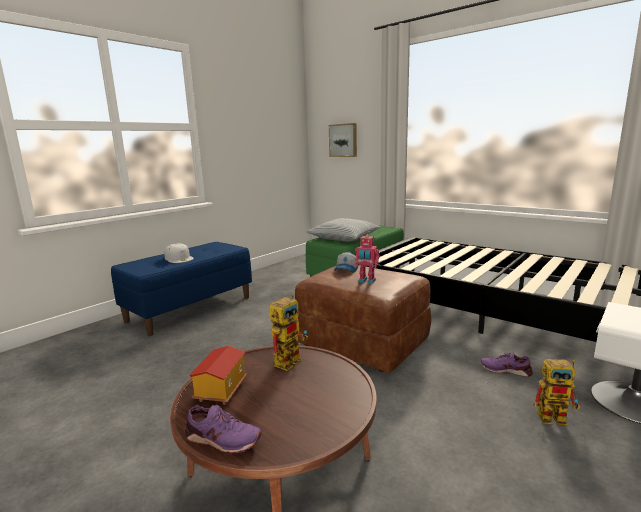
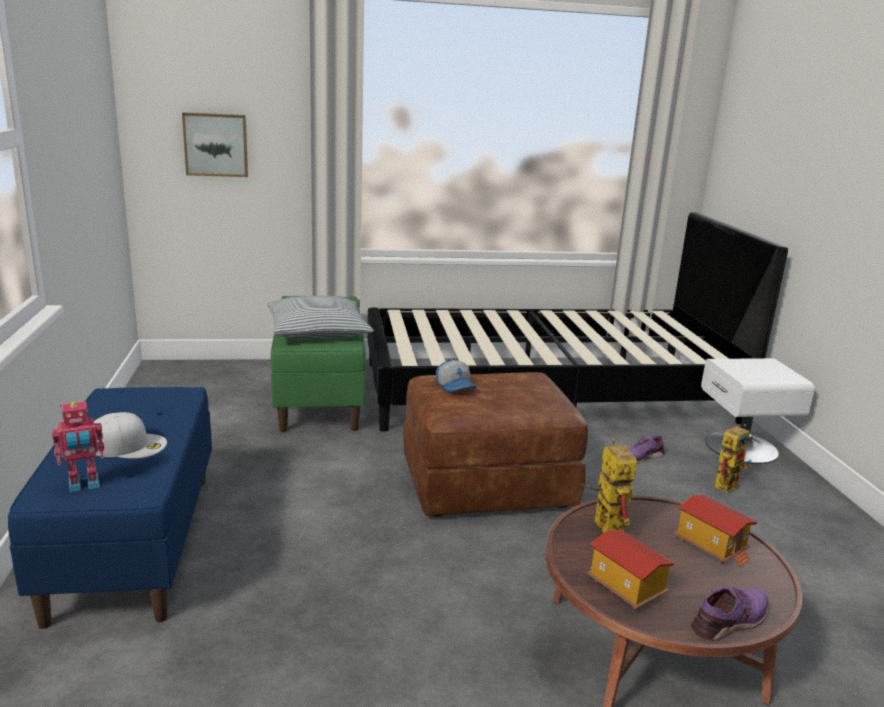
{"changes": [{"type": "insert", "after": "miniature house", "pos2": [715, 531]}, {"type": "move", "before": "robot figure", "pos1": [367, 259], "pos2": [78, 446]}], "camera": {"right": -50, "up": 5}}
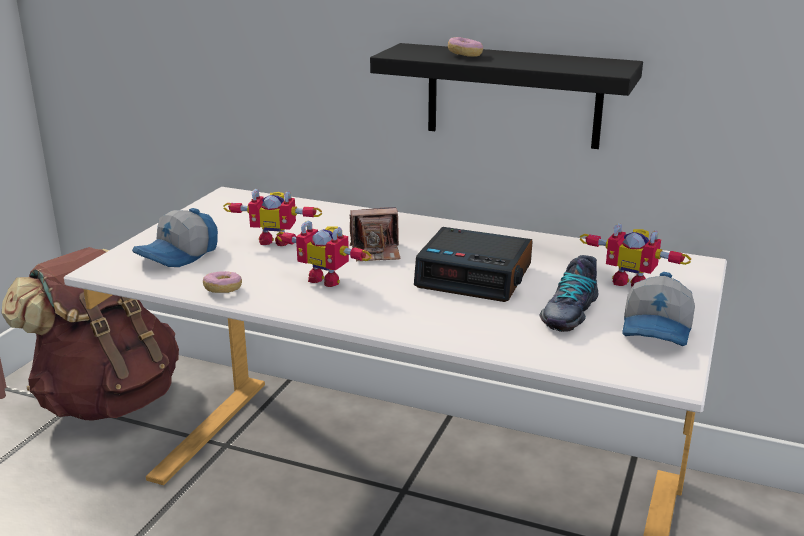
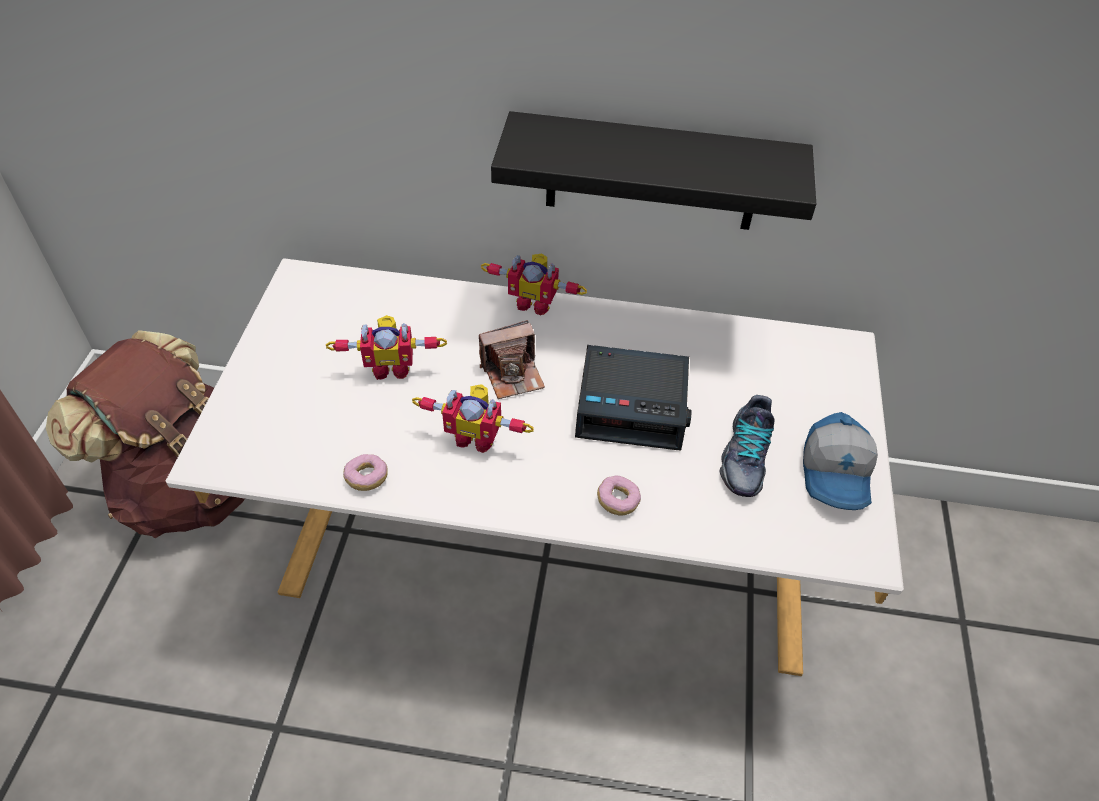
{"changes": [{"type": "delete", "before": "peaked cap", "pos1": [175, 237]}, {"type": "move", "before": "donut", "pos1": [465, 47], "pos2": [619, 495]}, {"type": "move", "before": "robot figure", "pos1": [635, 255], "pos2": [534, 284]}], "camera": {"right": -15, "up": 25}}
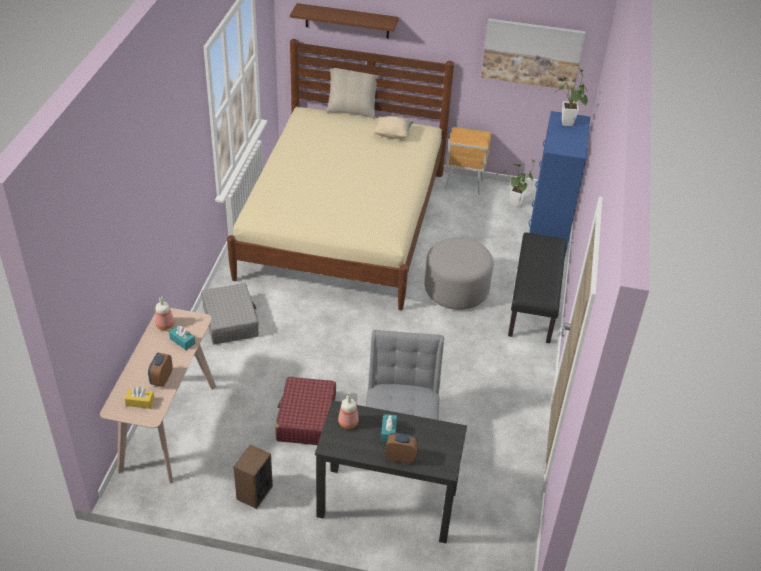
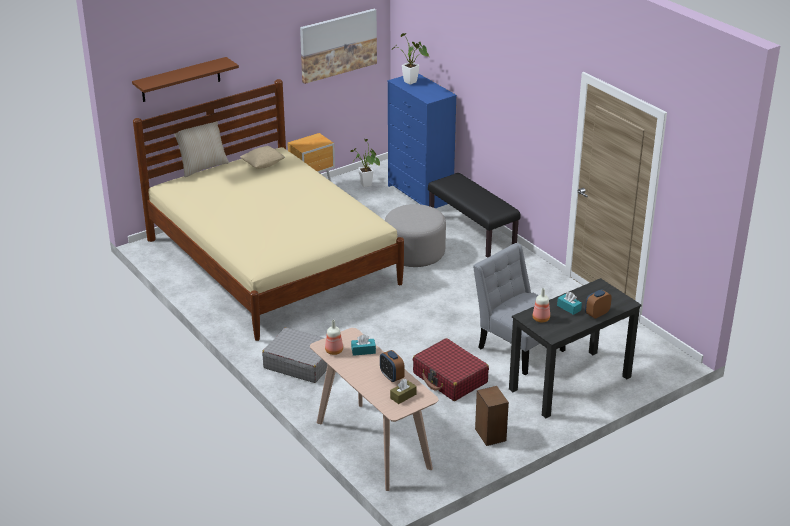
{"changes": [{"type": "recolor", "before": "yellowish tissue box", "after": "brown-coloured tissue box", "pos1": [139, 398], "pos2": [403, 391]}], "camera": {"right": -45, "up": -10}}
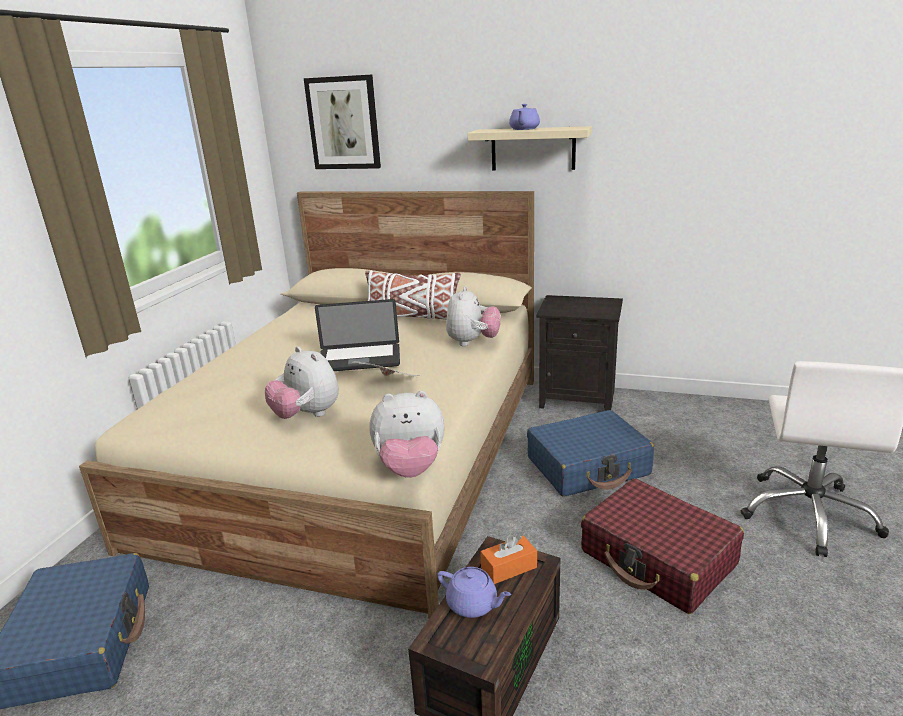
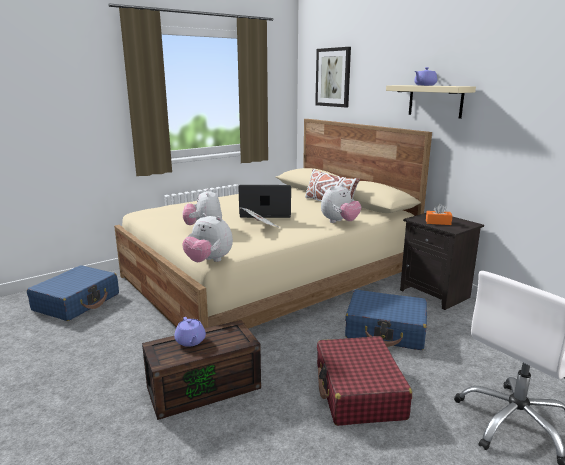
{"changes": [{"type": "move", "before": "orange tissue box", "pos1": [508, 559], "pos2": [439, 214]}, {"type": "rotate", "before": "portable computer", "pos1": [357, 335], "pos2": [264, 201], "turn": 150}], "camera": {"right": 35, "up": -5}}
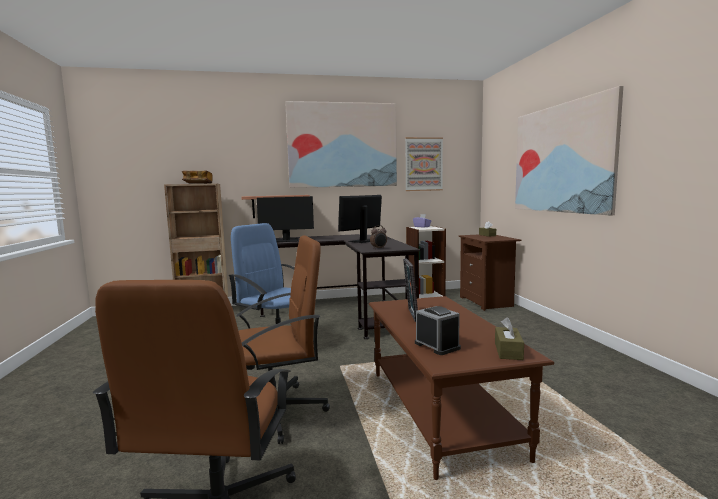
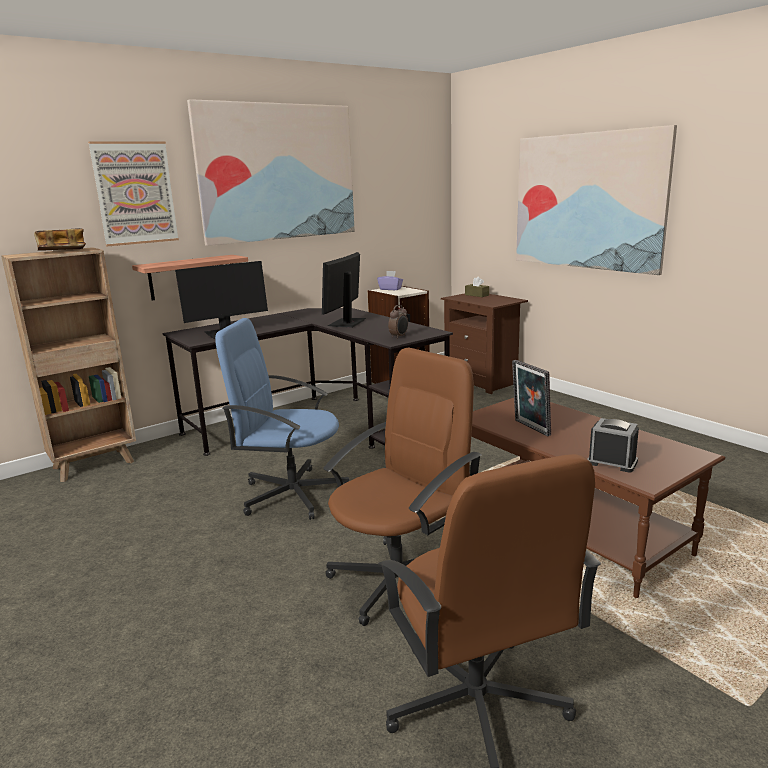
{"changes": [{"type": "delete", "before": "brown-coloured tissue box", "pos1": [509, 338]}, {"type": "move", "before": "wall picture", "pos1": [424, 164], "pos2": [133, 193]}], "camera": {"right": -25, "up": 10}}
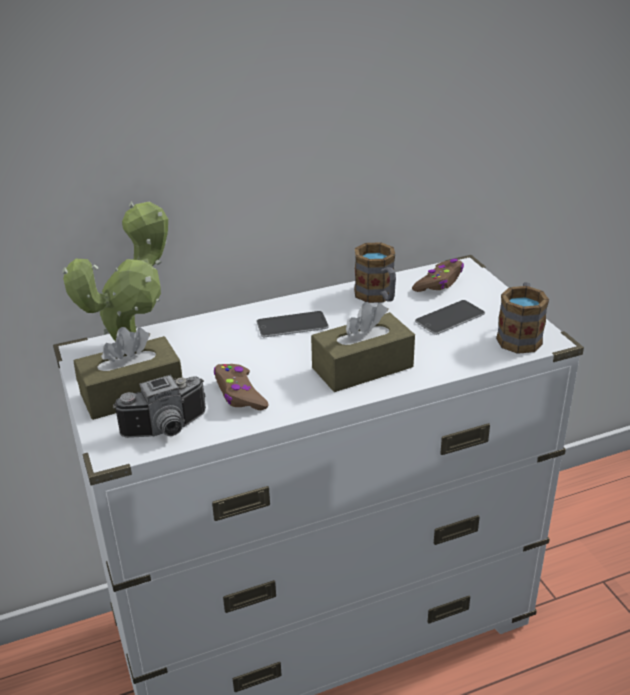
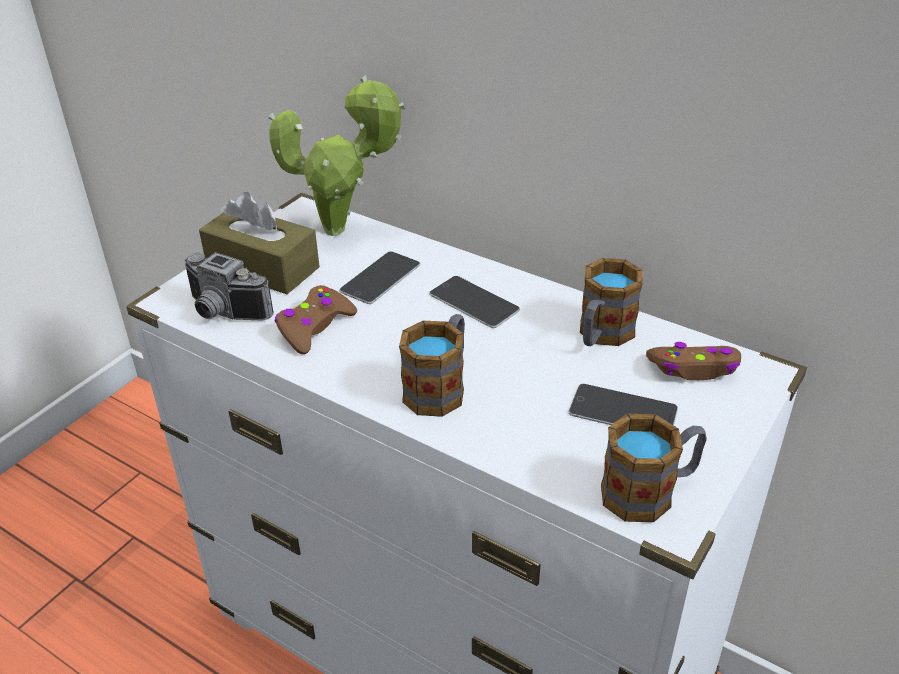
{"changes": [{"type": "insert", "after": "phone", "pos2": [379, 277]}, {"type": "replace", "before": "brown-coloured tissue box", "after": "mug", "pos1": [363, 347], "pos2": [432, 365]}], "camera": {"right": 55, "up": 5}}
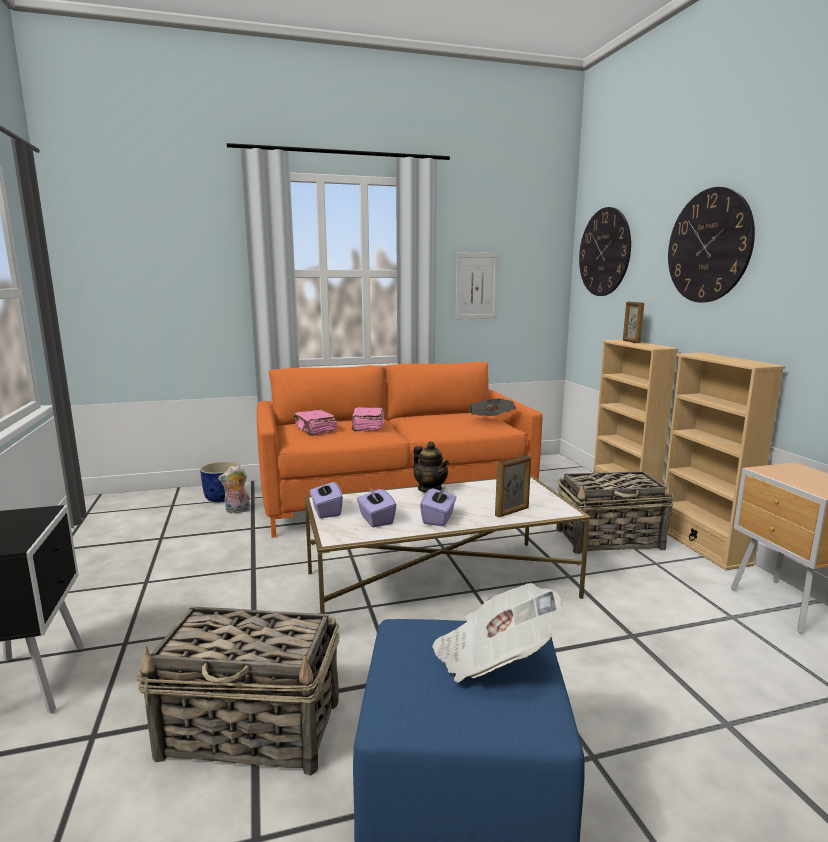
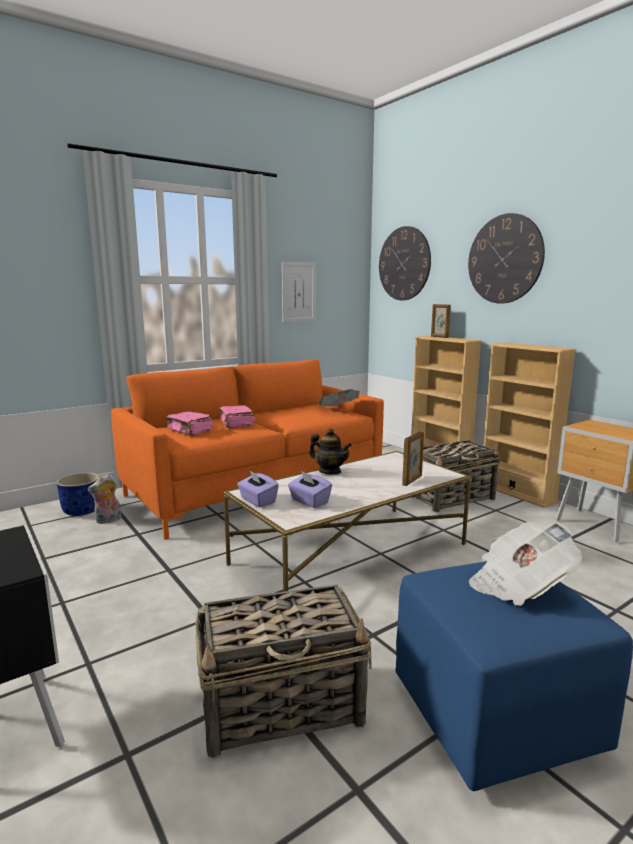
{"changes": [{"type": "delete", "before": "purple-coloured tissue box", "pos1": [438, 505]}], "camera": {"right": -20, "up": 0}}
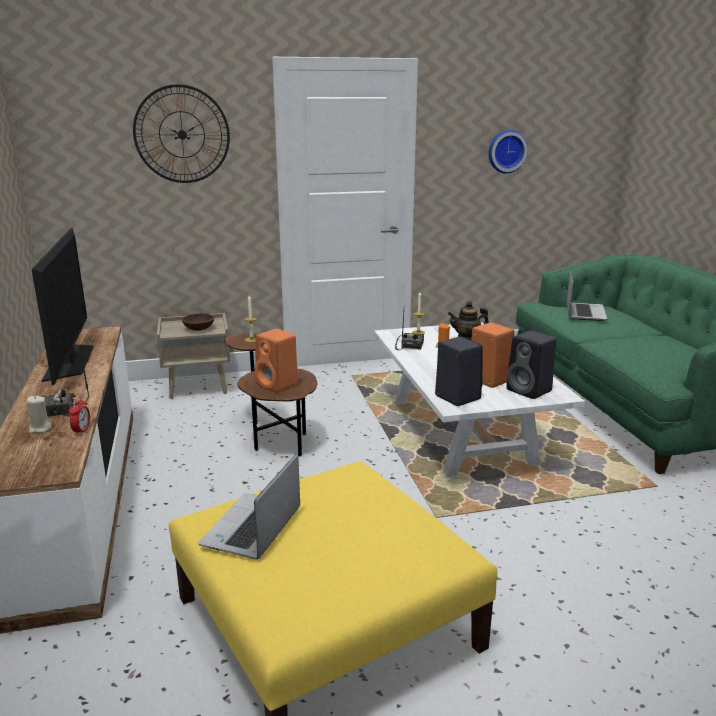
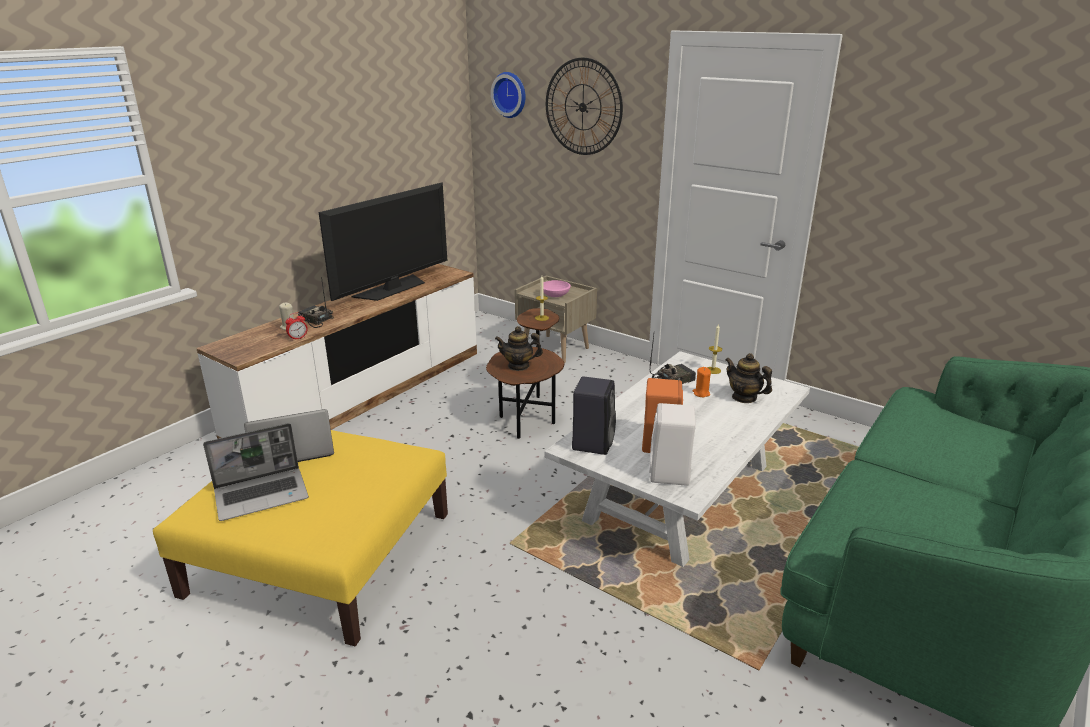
{"changes": [{"type": "move", "before": "clock on the wall", "pos1": [508, 152], "pos2": [508, 95]}, {"type": "move", "before": "portable computer", "pos1": [586, 296], "pos2": [256, 472]}, {"type": "replace", "before": "orange speaker", "after": "pot for tea", "pos1": [276, 361], "pos2": [519, 348]}, {"type": "recolor", "before": "brown-coloured bowl", "after": "pink-coloured bowl", "pos1": [198, 322], "pos2": [557, 288]}, {"type": "recolor", "before": "blackish speaker", "after": "white-coloured speaker", "pos1": [531, 365], "pos2": [672, 444]}], "camera": {"right": 50, "up": 5}}
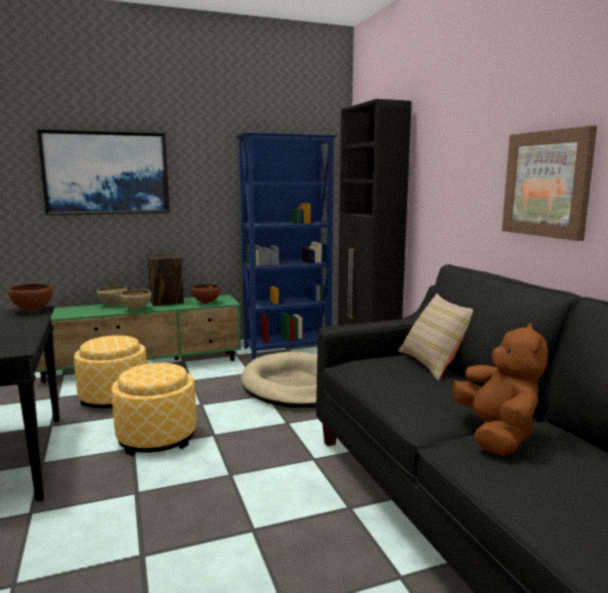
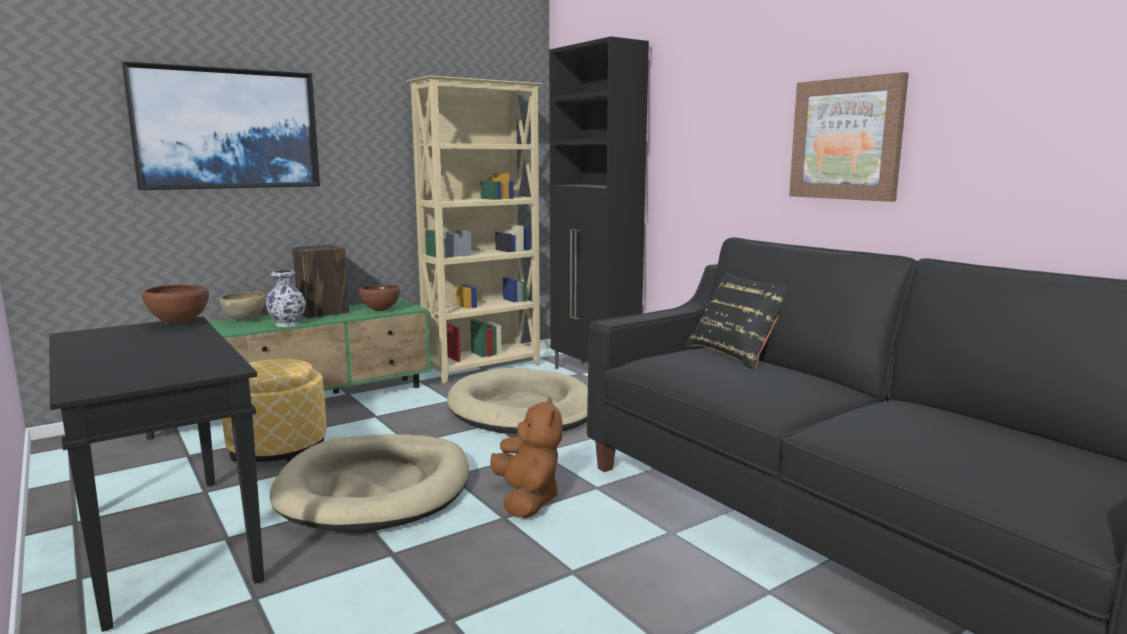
{"changes": [{"type": "move", "before": "brown-coloured soft toy", "pos1": [500, 389], "pos2": [526, 458]}, {"type": "replace", "before": "pouffe", "after": "beige dog cushion", "pos1": [154, 409], "pos2": [369, 483]}, {"type": "replace", "before": "brown-coloured bowl", "after": "flower vase", "pos1": [135, 299], "pos2": [286, 298]}, {"type": "recolor", "before": "blue bookcase", "after": "beige bookcase", "pos1": [287, 245], "pos2": [475, 229]}, {"type": "recolor", "before": "beige cushion", "after": "blackish cushion", "pos1": [435, 337], "pos2": [735, 321]}], "camera": {"right": -15, "up": 0}}
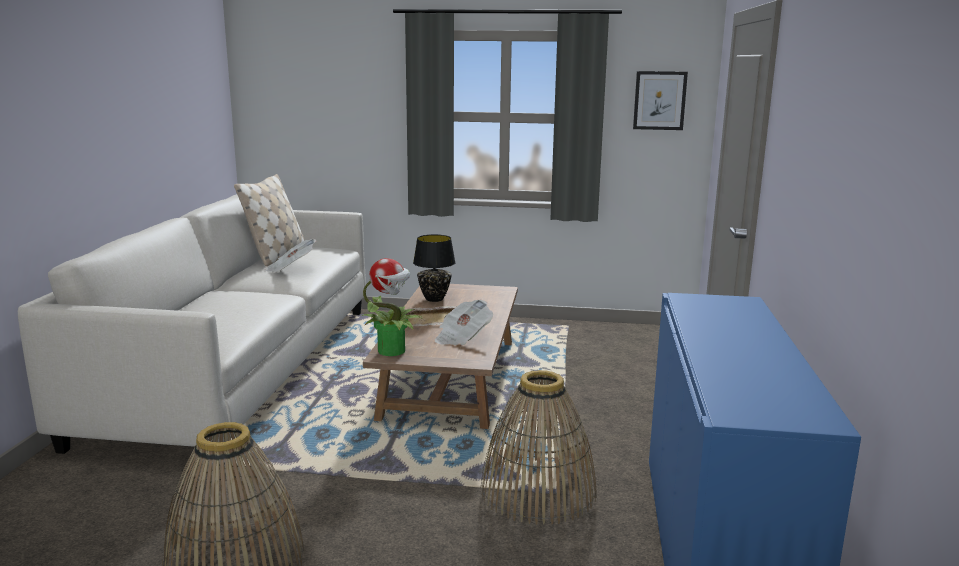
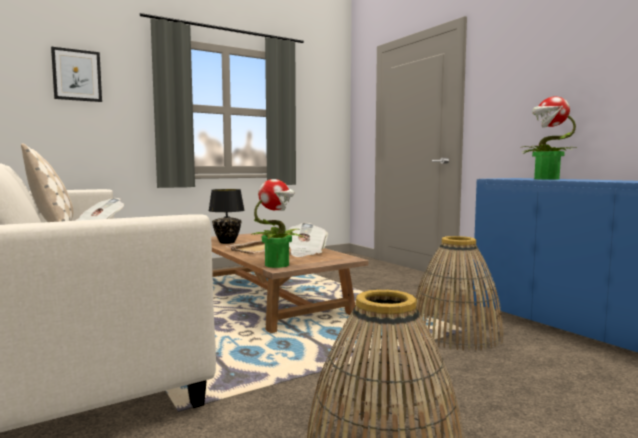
{"changes": [{"type": "insert", "after": "houseplant", "pos2": [548, 138]}, {"type": "move", "before": "wall picture", "pos1": [660, 100], "pos2": [76, 74]}], "camera": {"right": -40, "up": -10}}
